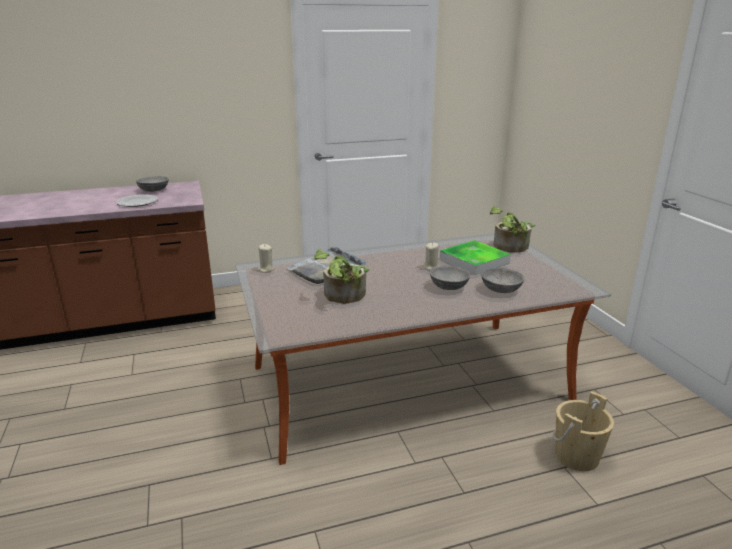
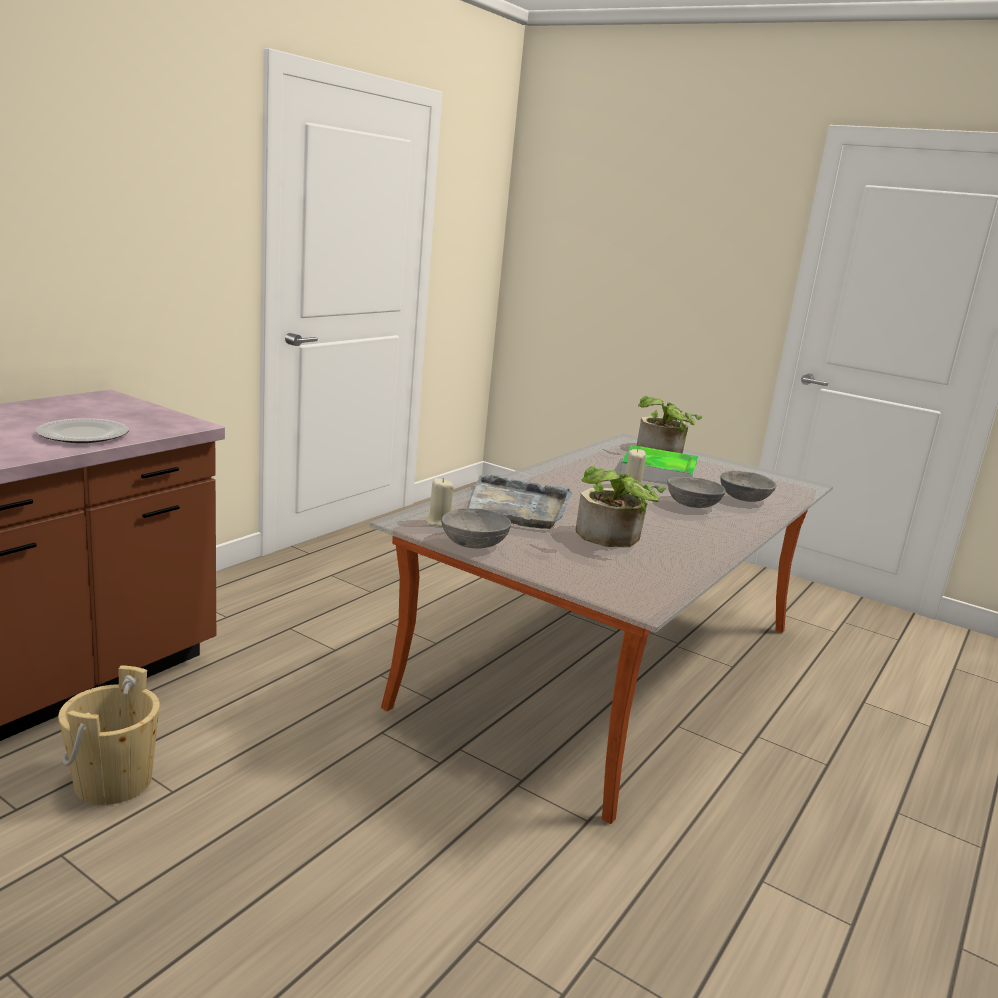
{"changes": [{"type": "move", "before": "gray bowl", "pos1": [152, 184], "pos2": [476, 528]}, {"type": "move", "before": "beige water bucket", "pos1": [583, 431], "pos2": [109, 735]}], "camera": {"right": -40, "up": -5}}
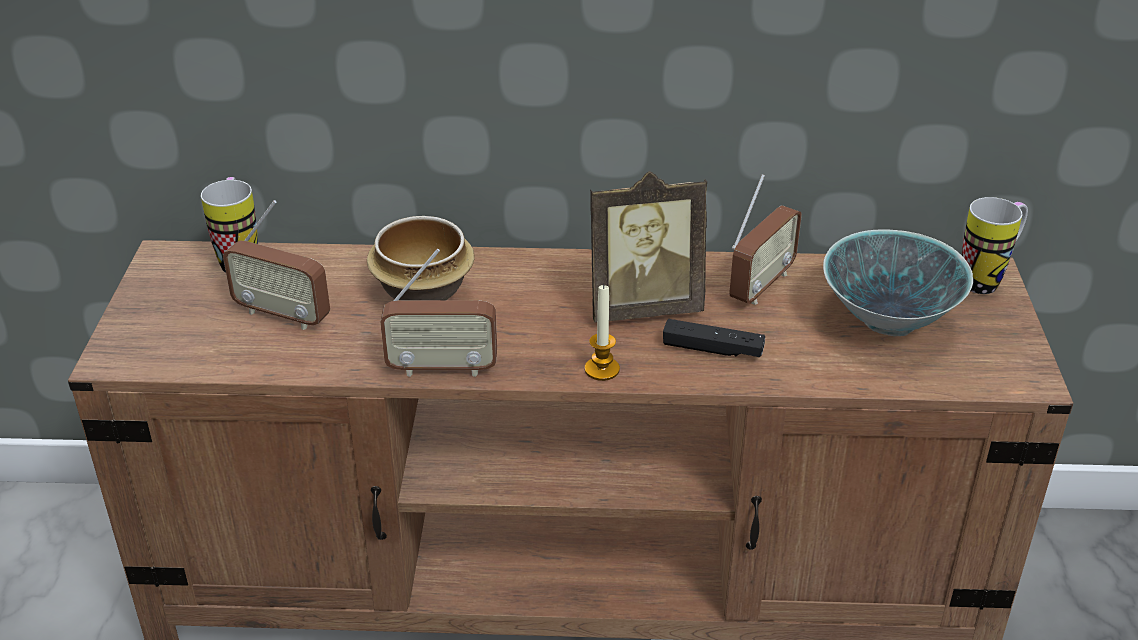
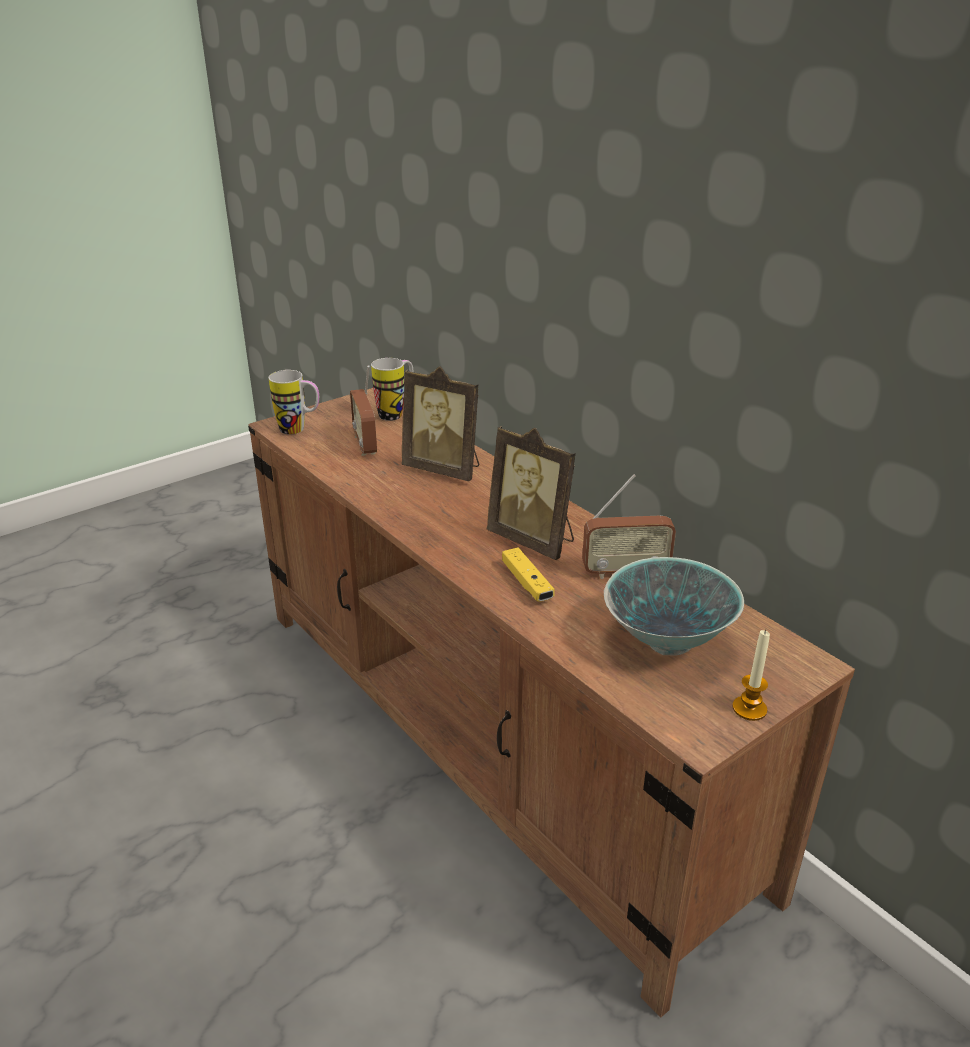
{"changes": [{"type": "delete", "before": "radio set", "pos1": [438, 313]}, {"type": "move", "before": "wax candle", "pos1": [602, 332], "pos2": [751, 675]}, {"type": "move", "before": "mug", "pos1": [995, 245], "pos2": [294, 402]}, {"type": "replace", "before": "bowl", "after": "standing frame", "pos1": [421, 258], "pos2": [440, 423]}, {"type": "recolor", "before": "blackish gamepad", "after": "yellowish gamepad", "pos1": [714, 338], "pos2": [528, 574]}], "camera": {"right": 50, "up": -5}}
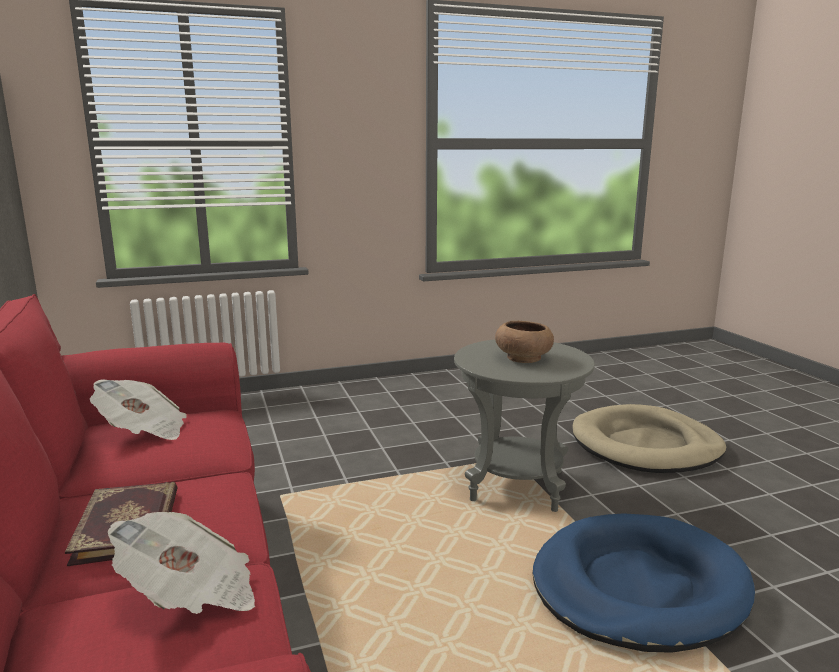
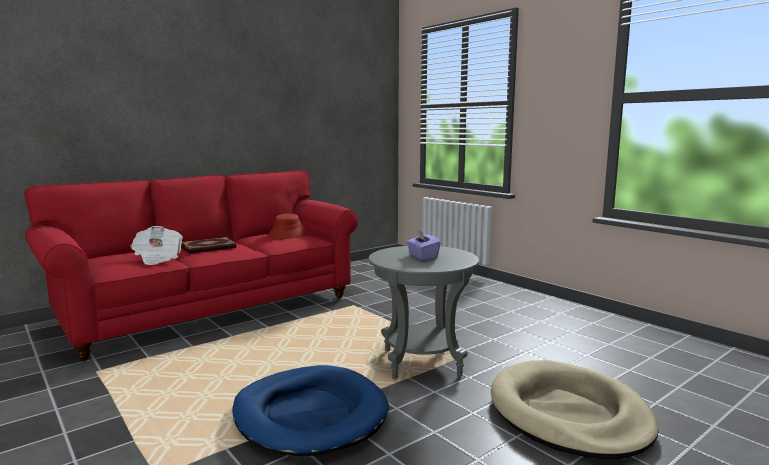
{"changes": [{"type": "replace", "before": "newspaper", "after": "reddish wearable hat", "pos1": [138, 409], "pos2": [287, 226]}, {"type": "replace", "before": "brown-coloured bowl", "after": "purple-coloured tissue box", "pos1": [524, 342], "pos2": [423, 244]}], "camera": {"right": 70, "up": -5}}
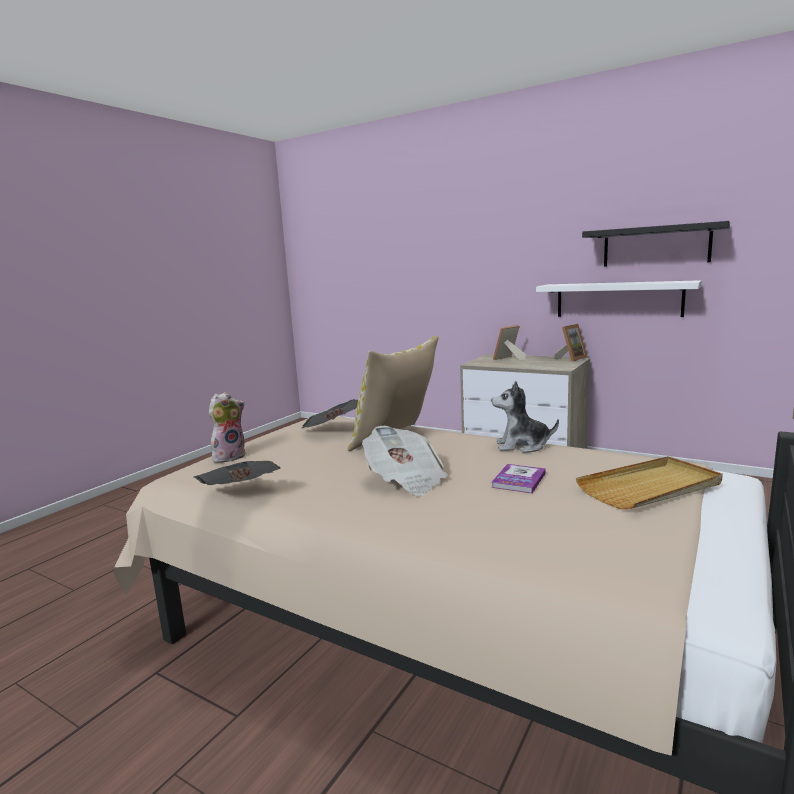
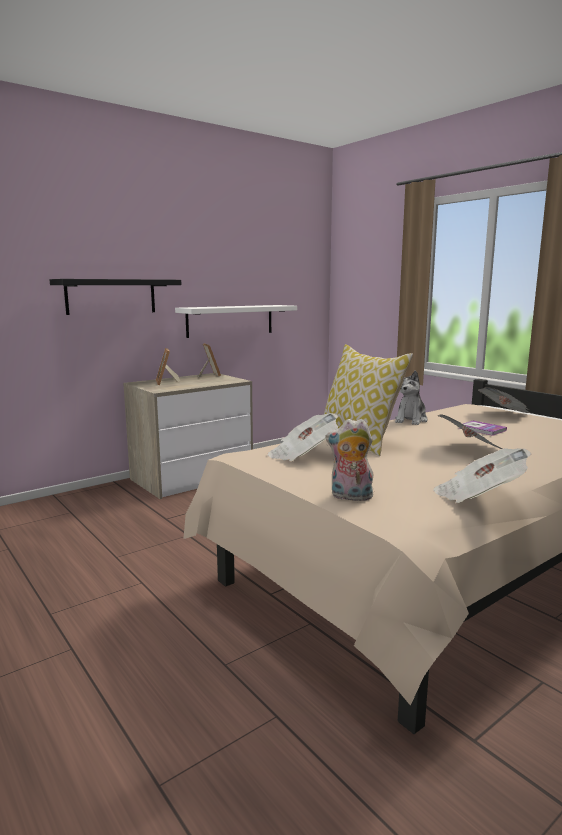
{"changes": [{"type": "move", "before": "blackish shelf", "pos1": [656, 244], "pos2": [115, 297]}, {"type": "replace", "before": "beige carrying tray", "after": "newspaper", "pos1": [649, 482], "pos2": [504, 400]}, {"type": "rotate", "before": "soft toy", "pos1": [227, 427], "pos2": [349, 460], "turn": -60}], "camera": {"right": -70, "up": 0}}
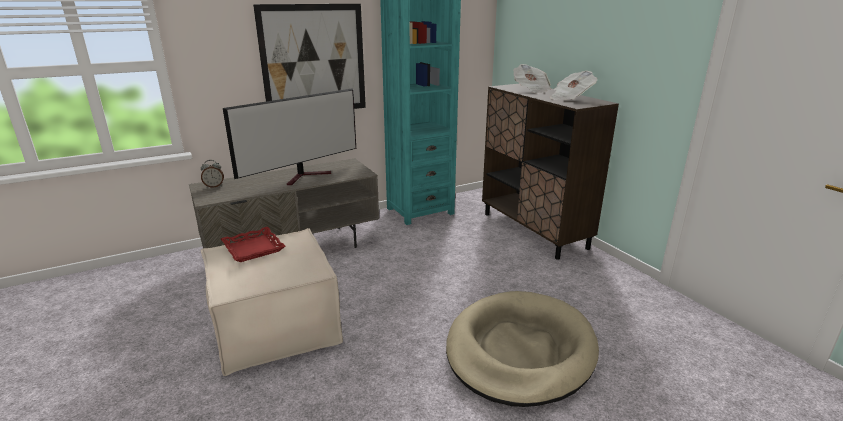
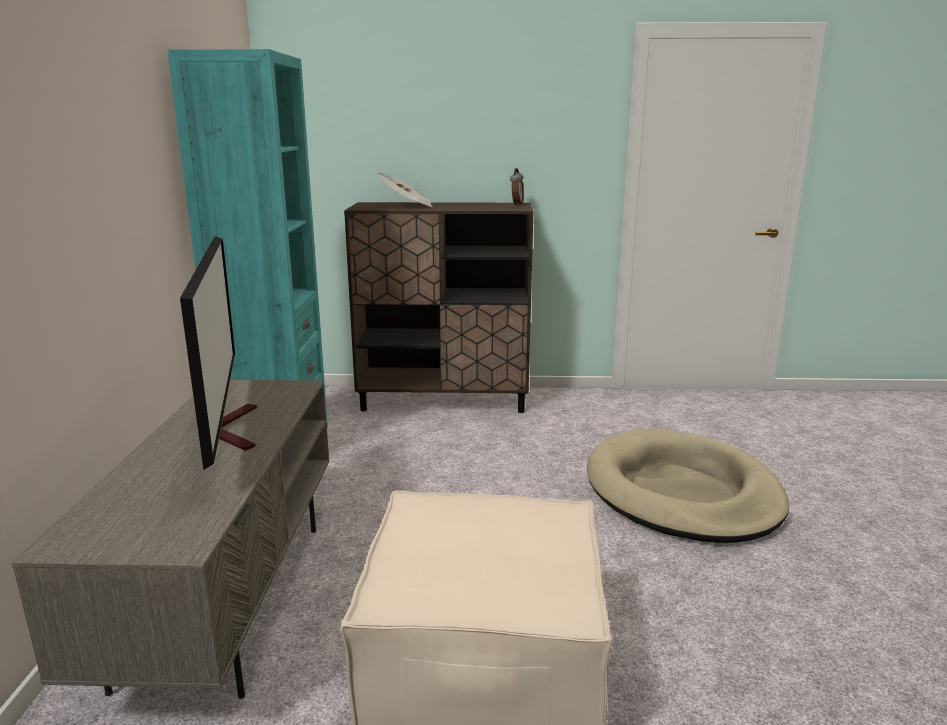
{"changes": [{"type": "delete", "before": "reddish carrying tray", "pos1": [253, 244]}, {"type": "delete", "before": "wall picture", "pos1": [309, 56]}, {"type": "delete", "before": "newspaper", "pos1": [573, 85]}, {"type": "move", "before": "bedside clock", "pos1": [212, 174], "pos2": [517, 186]}], "camera": {"right": -60, "up": -5}}
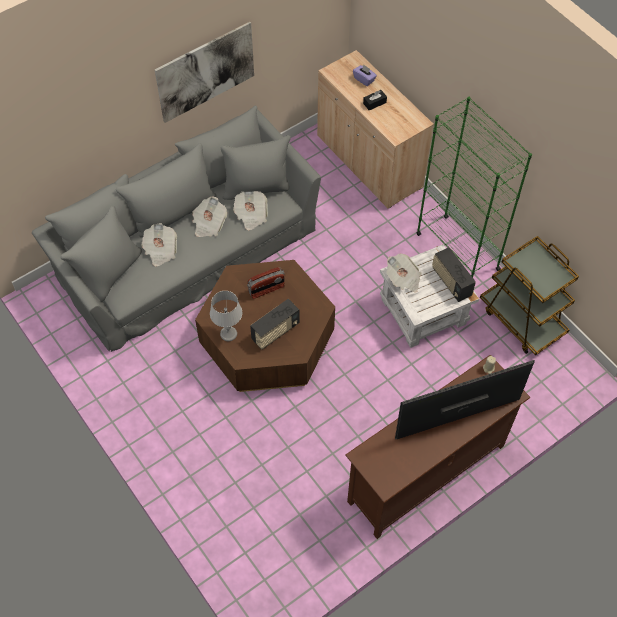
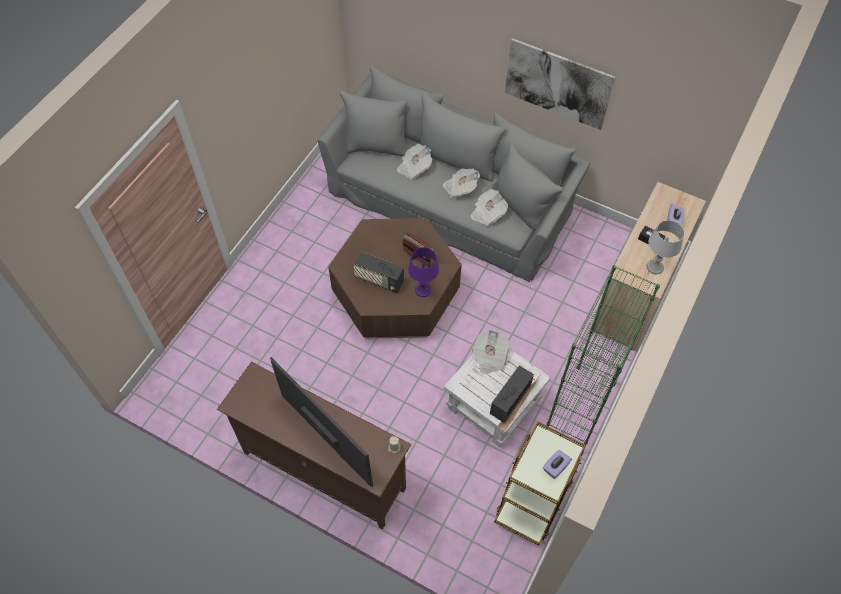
{"changes": [{"type": "insert", "after": "purple-coloured tabletop lamp", "pos2": [423, 272]}, {"type": "insert", "after": "purple-coloured tissue box", "pos2": [557, 464]}, {"type": "move", "before": "gray tabletop lamp", "pos1": [226, 316], "pos2": [665, 247]}], "camera": {"right": 65, "up": 0}}
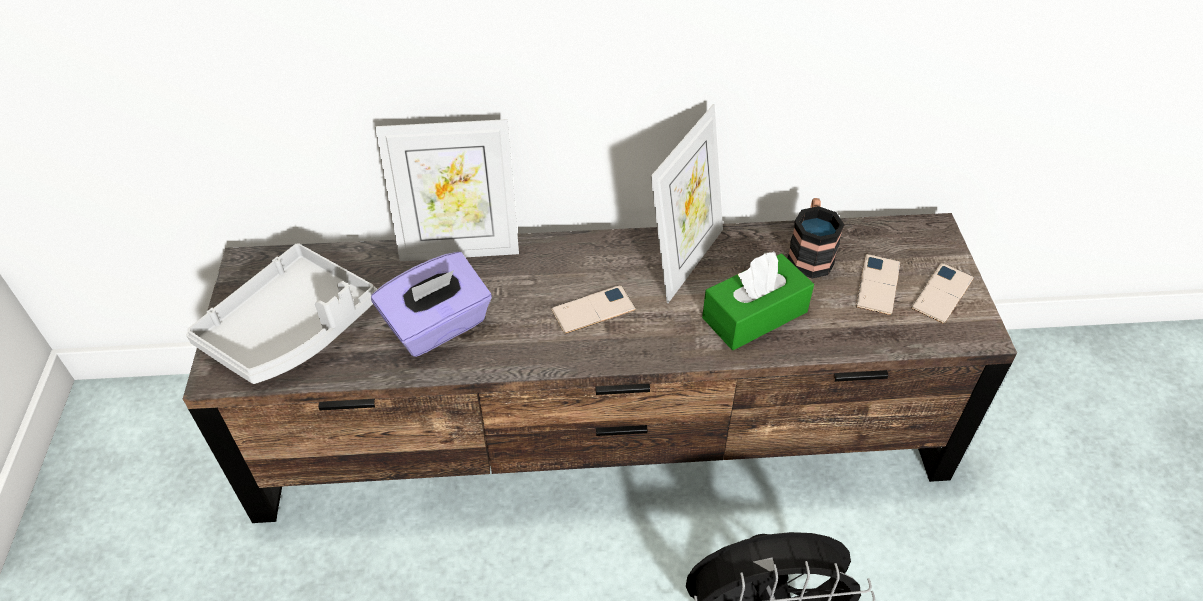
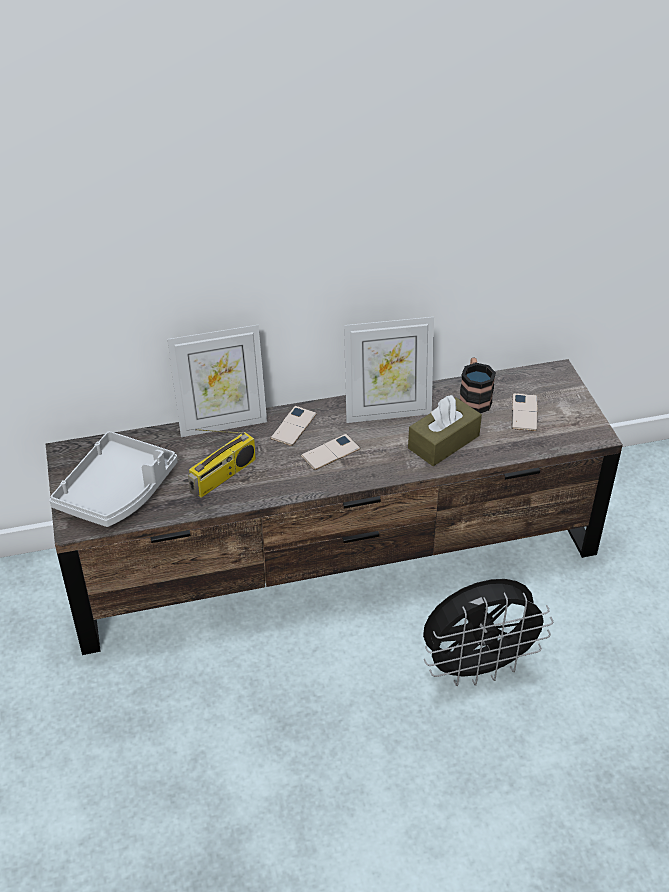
{"changes": [{"type": "move", "before": "phone", "pos1": [942, 293], "pos2": [293, 426]}, {"type": "replace", "before": "purple-coloured tissue box", "after": "radio set", "pos1": [431, 304], "pos2": [222, 463]}, {"type": "recolor", "before": "greenish tissue box", "after": "brown-coloured tissue box", "pos1": [758, 301], "pos2": [445, 430]}, {"type": "rotate", "before": "standing frame", "pos1": [687, 203], "pos2": [389, 370], "turn": 60}], "camera": {"right": -10, "up": -5}}
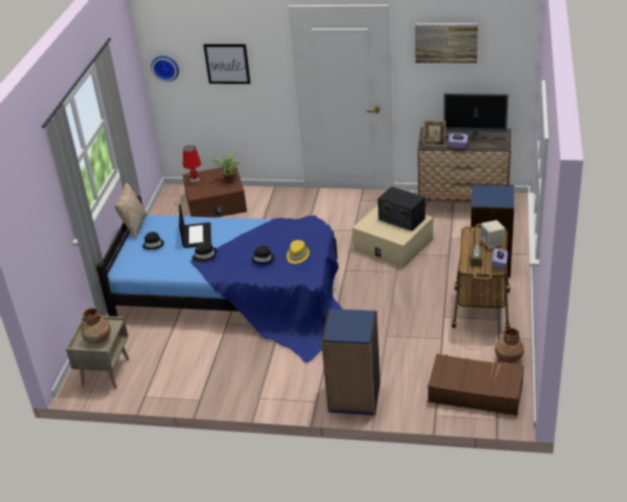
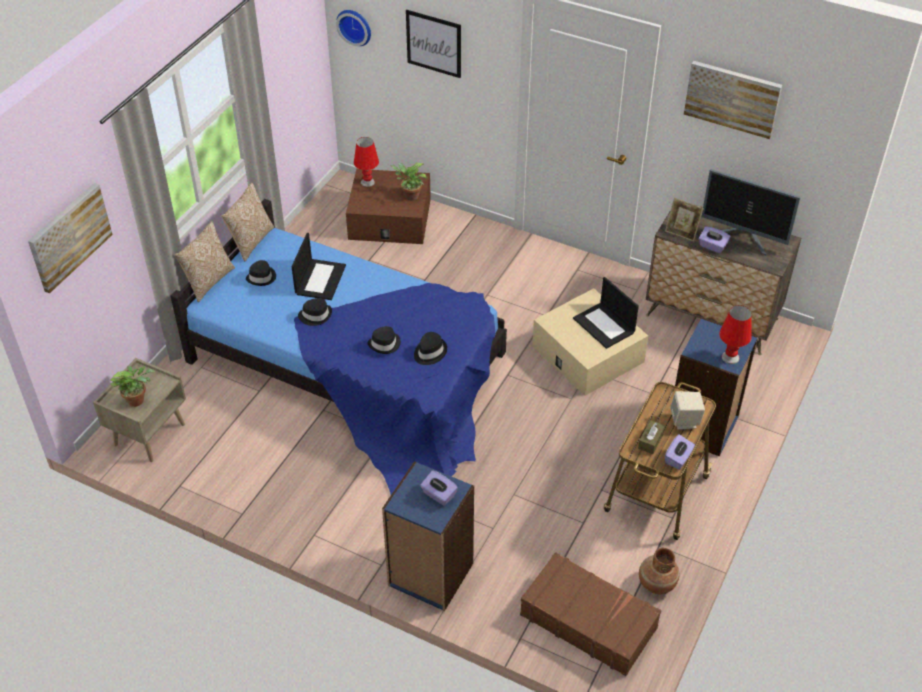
{"changes": [{"type": "insert", "after": "wall picture", "pos2": [70, 238]}, {"type": "insert", "after": "cushion", "pos2": [205, 261]}, {"type": "insert", "after": "purple-coloured tissue box", "pos2": [439, 488]}, {"type": "insert", "after": "reddish tabletop lamp", "pos2": [735, 334]}, {"type": "replace", "before": "brown-coloured flower vase", "after": "houseplant", "pos1": [96, 326], "pos2": [132, 386]}, {"type": "replace", "before": "radio set", "after": "portable computer", "pos1": [401, 208], "pos2": [606, 313]}, {"type": "recolor", "before": "yellowish wearable hat", "after": "blackish wearable hat", "pos1": [298, 252], "pos2": [430, 348]}], "camera": {"right": 15, "up": 10}}
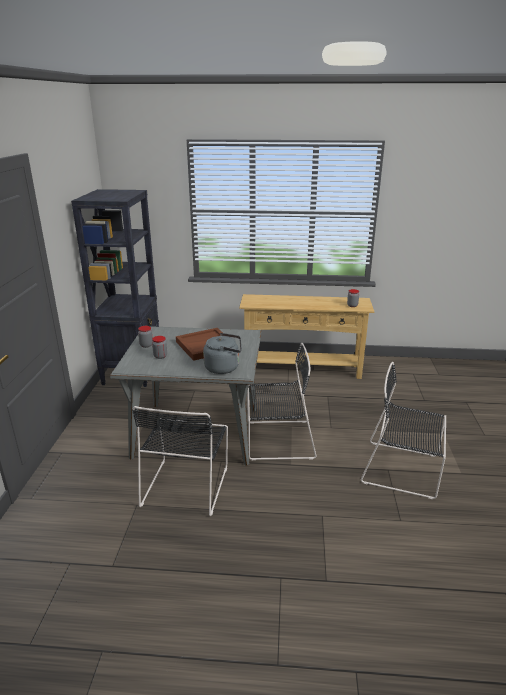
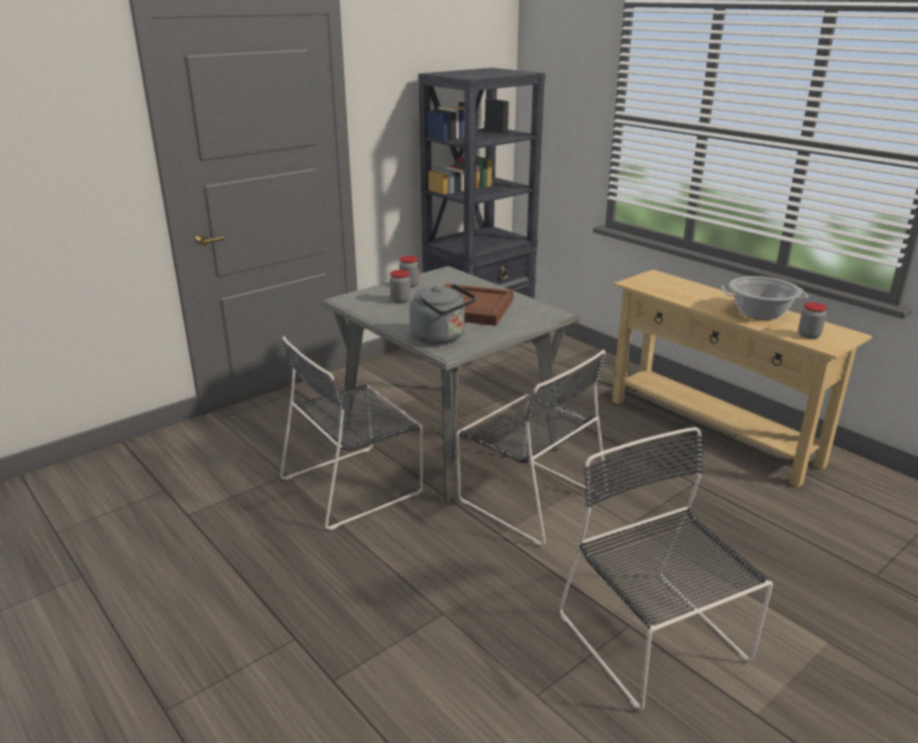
{"changes": [{"type": "insert", "after": "saucepot", "pos2": [765, 298]}], "camera": {"right": 45, "up": 0}}
